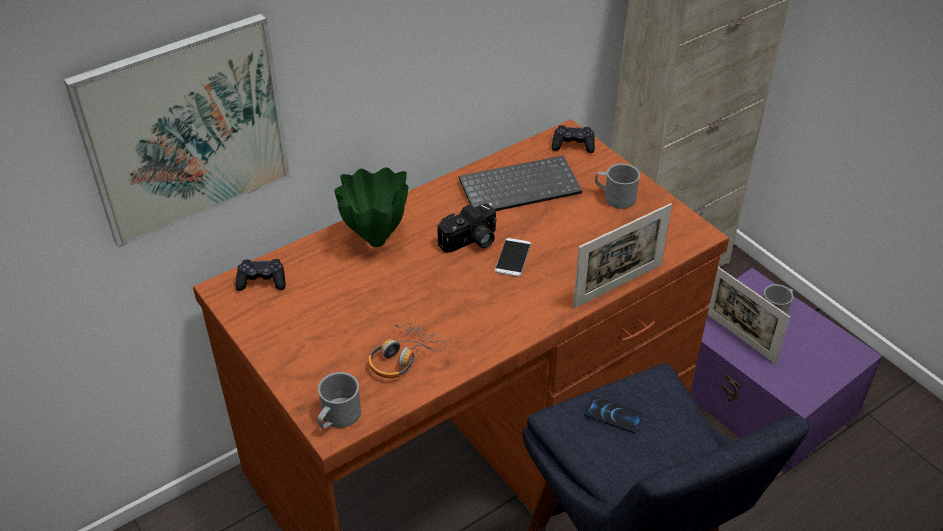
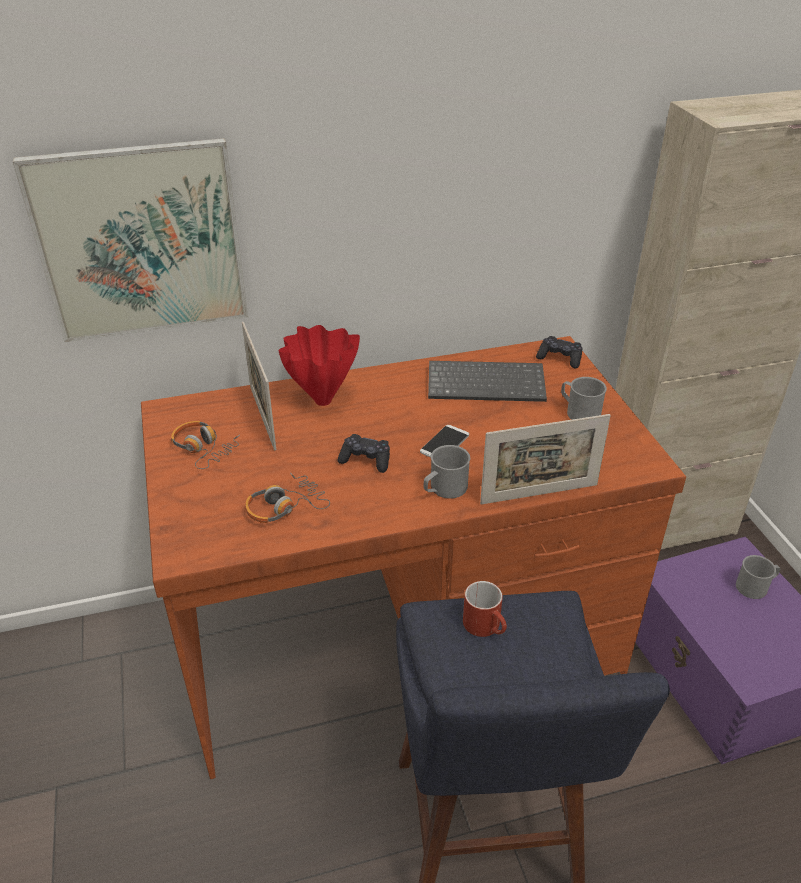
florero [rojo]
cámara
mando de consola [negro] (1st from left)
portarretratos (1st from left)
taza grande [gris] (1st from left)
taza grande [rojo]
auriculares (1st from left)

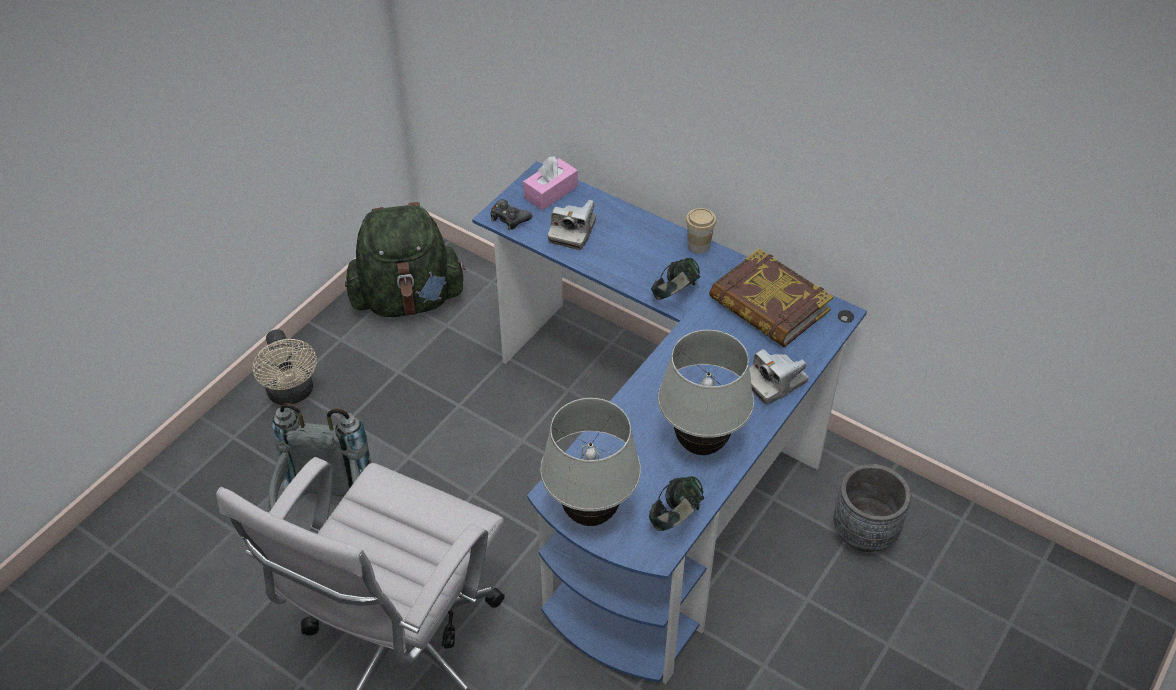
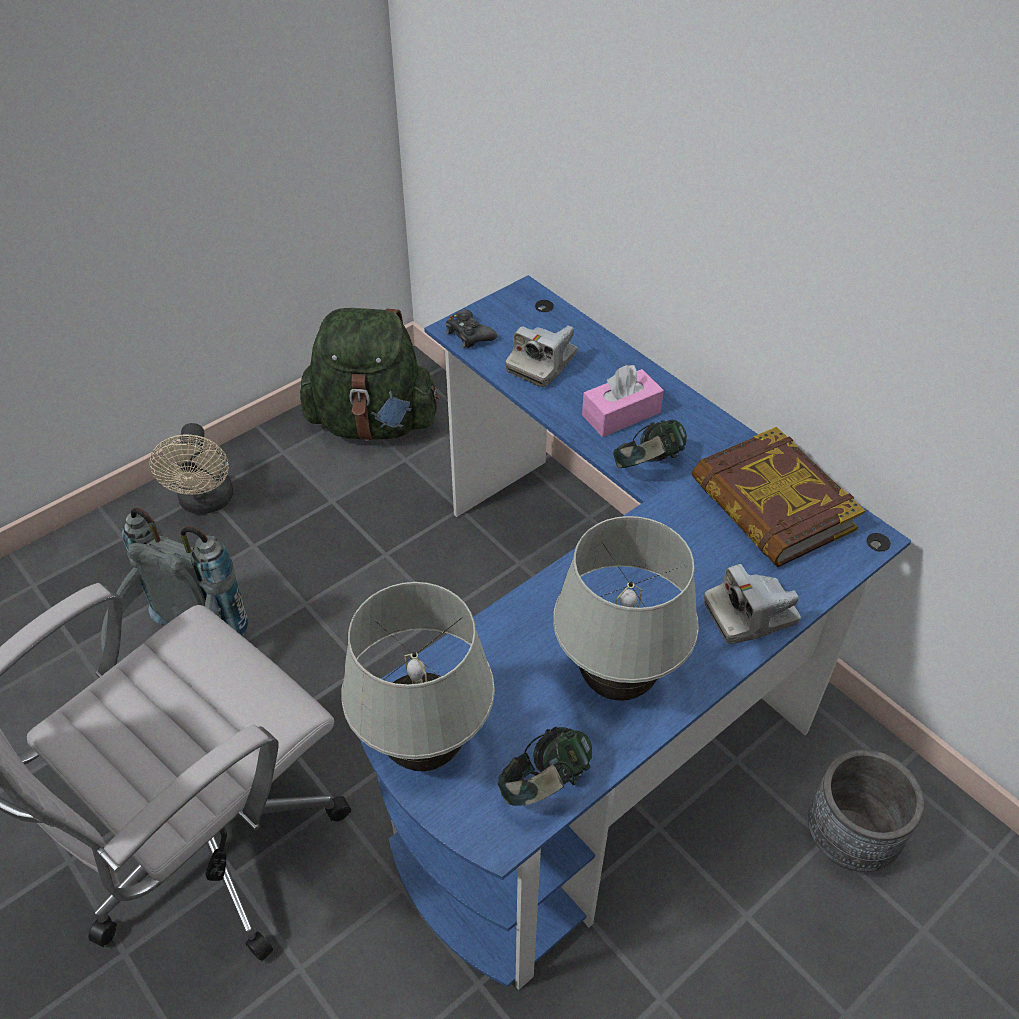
caja de pañuelos [rosa]
taza

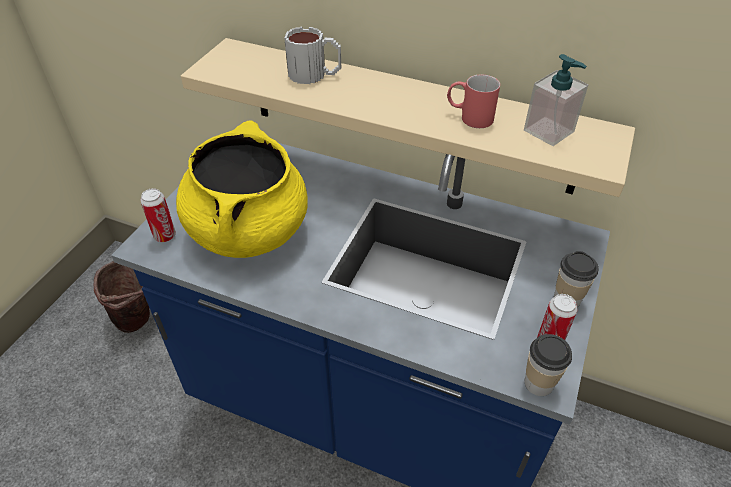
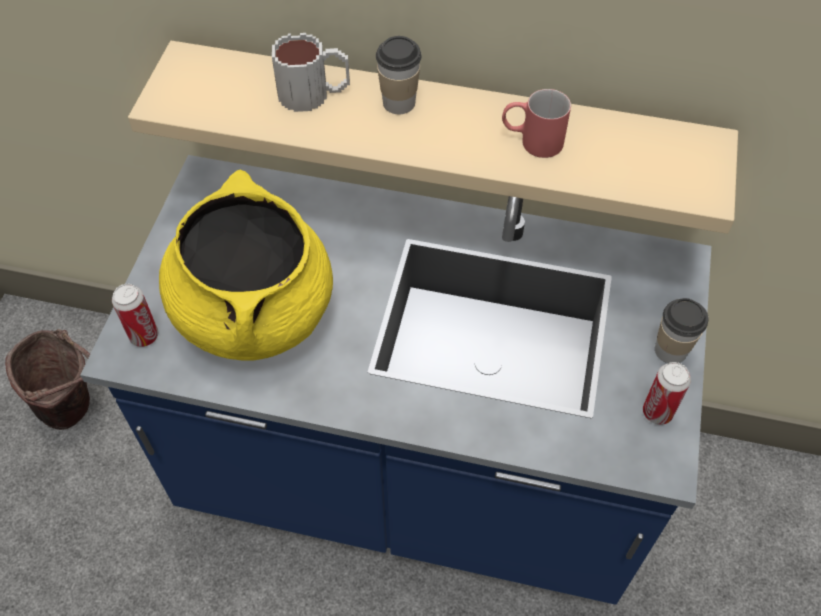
dispensador de jabón
taza (1st from left)

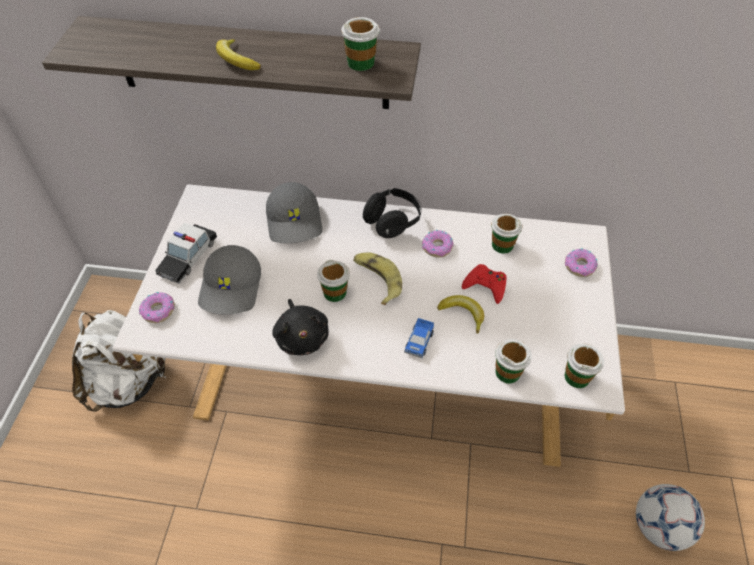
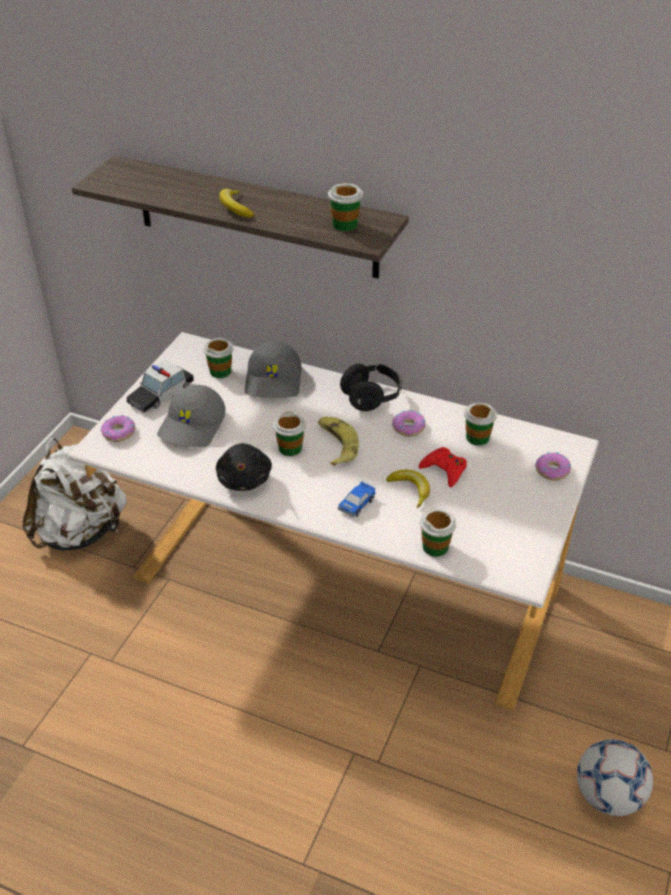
taza (1st from left)

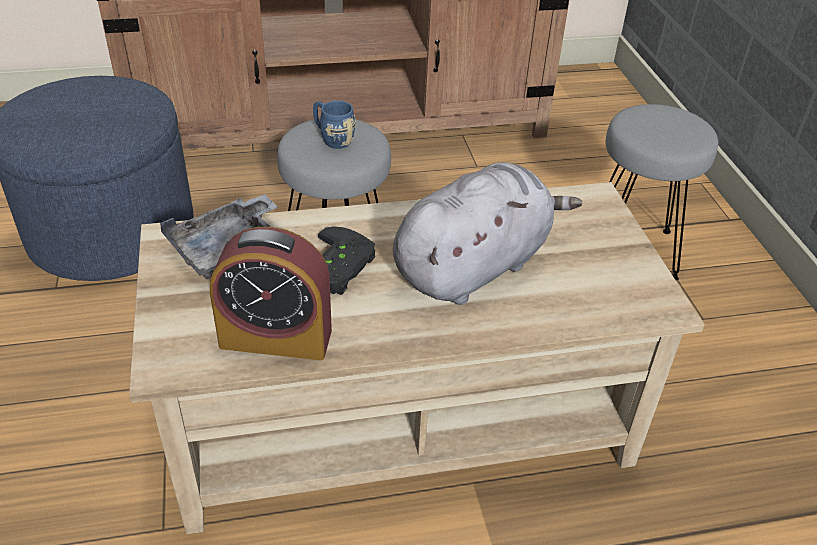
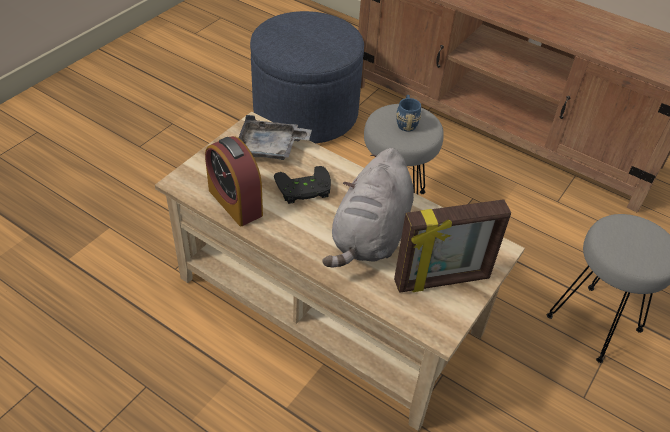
peluche [gris]
portarretratos

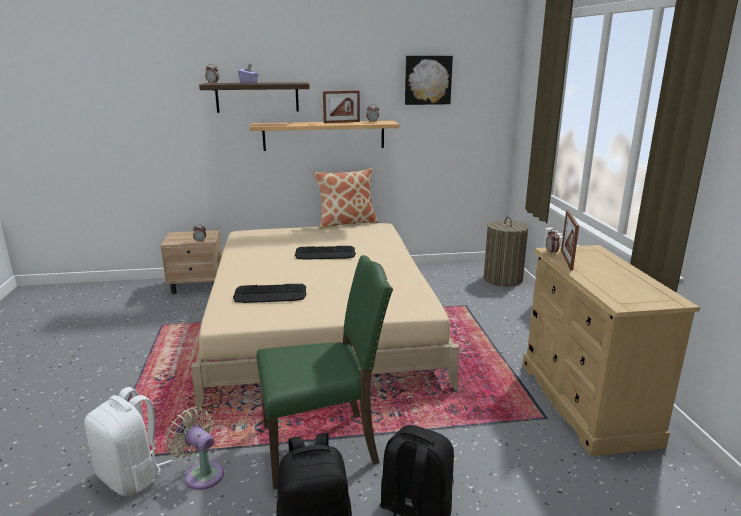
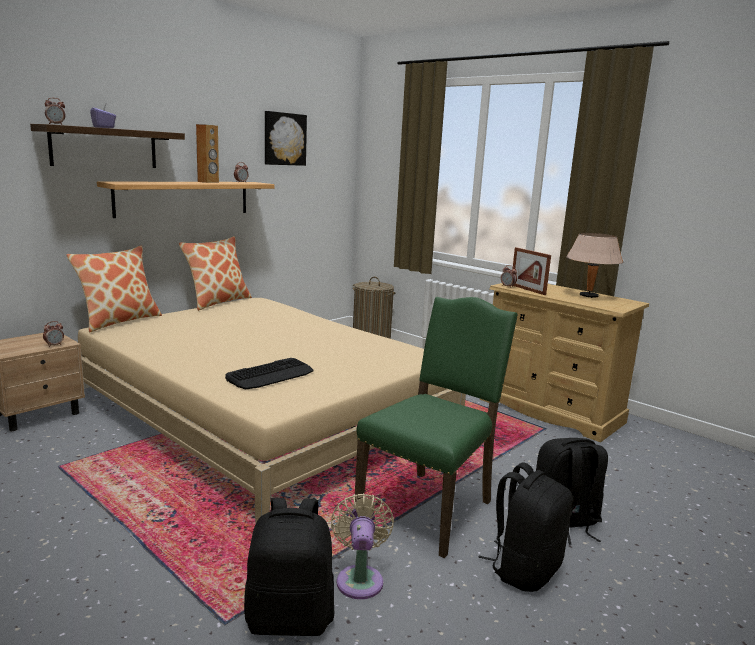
altavoz [marrón]
teclado (2nd from left in the first image)
mochila [negro] (1st from left)
ventilador [beis]
lámpara de mesa [beis]
cojín (1st from left)

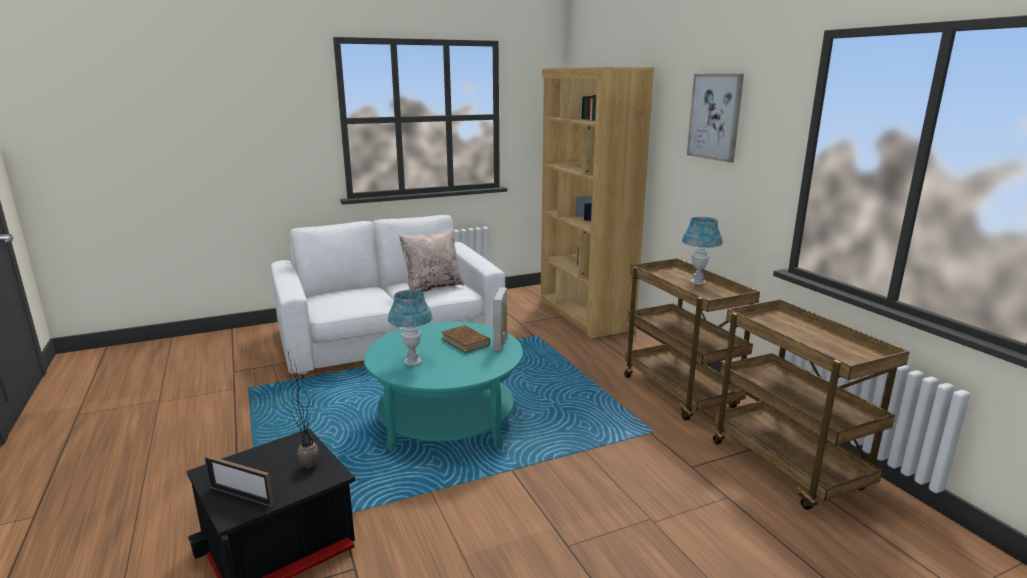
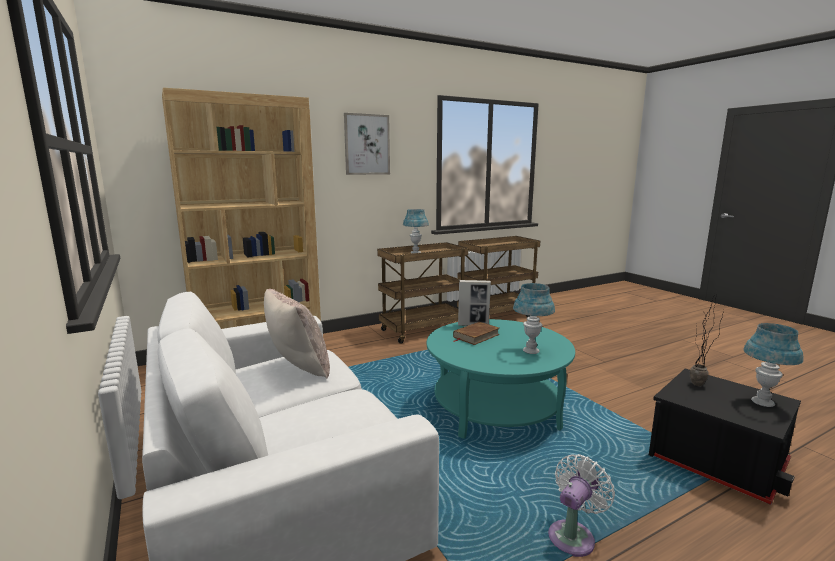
lámpara de mesa [azul] (3rd from left)
ventilador [blanco]

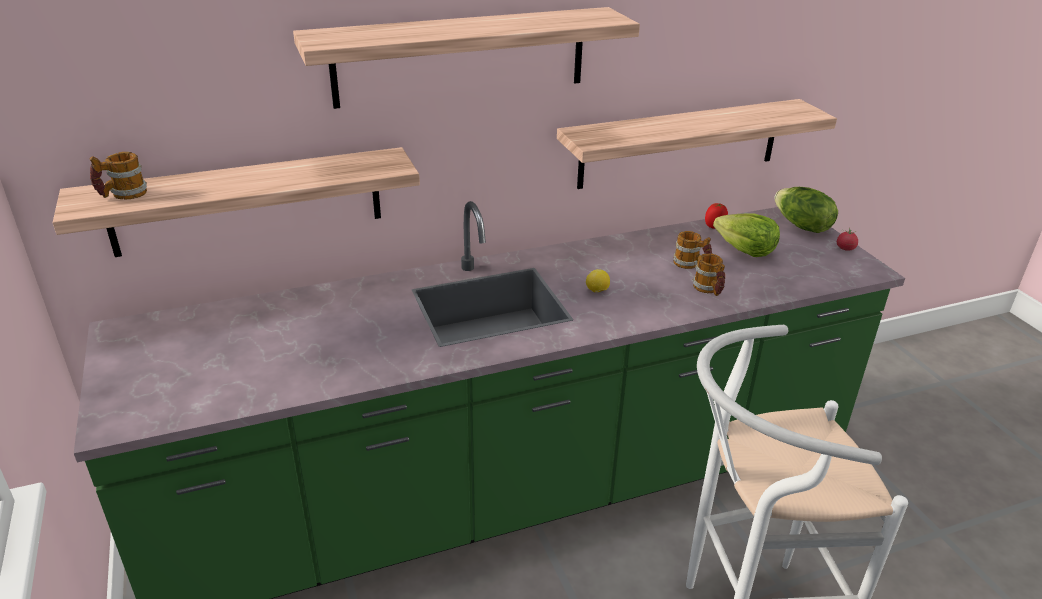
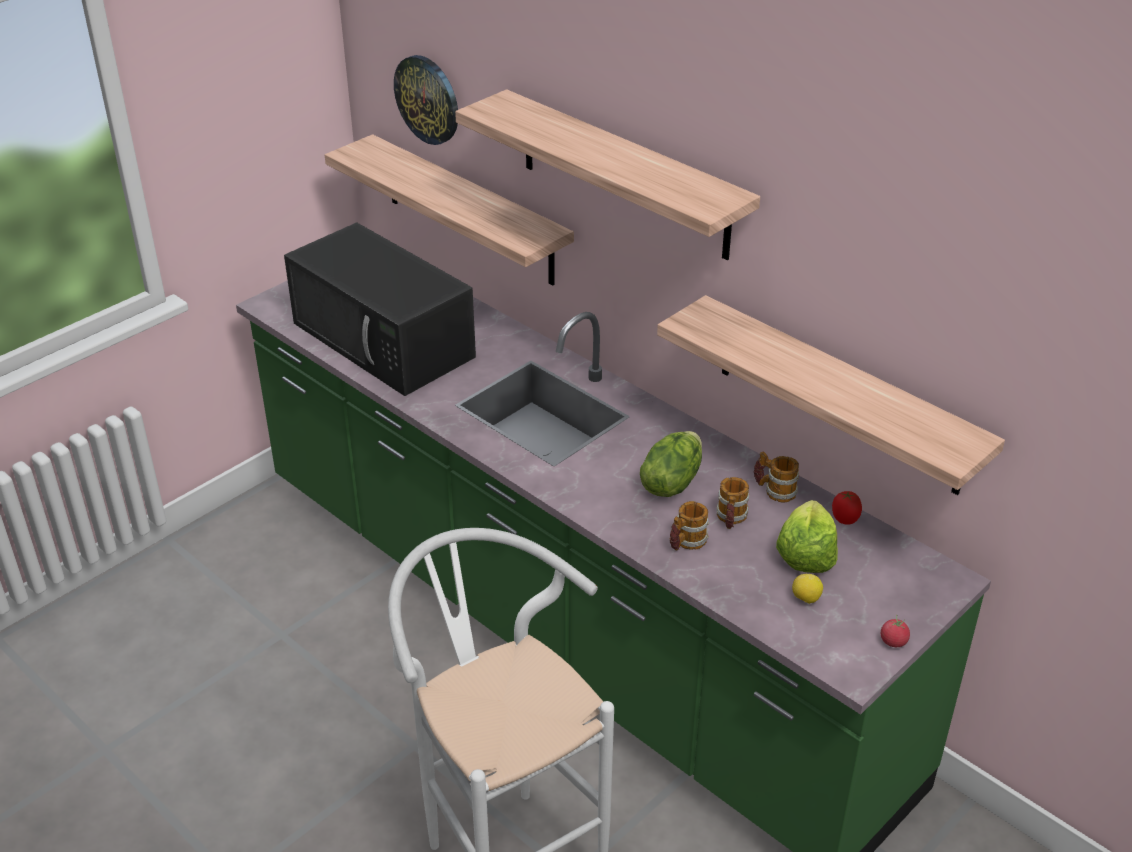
taza grande (3rd from left)
lechuga (1st from left)
limón
reloj de pared
microondas [negro]

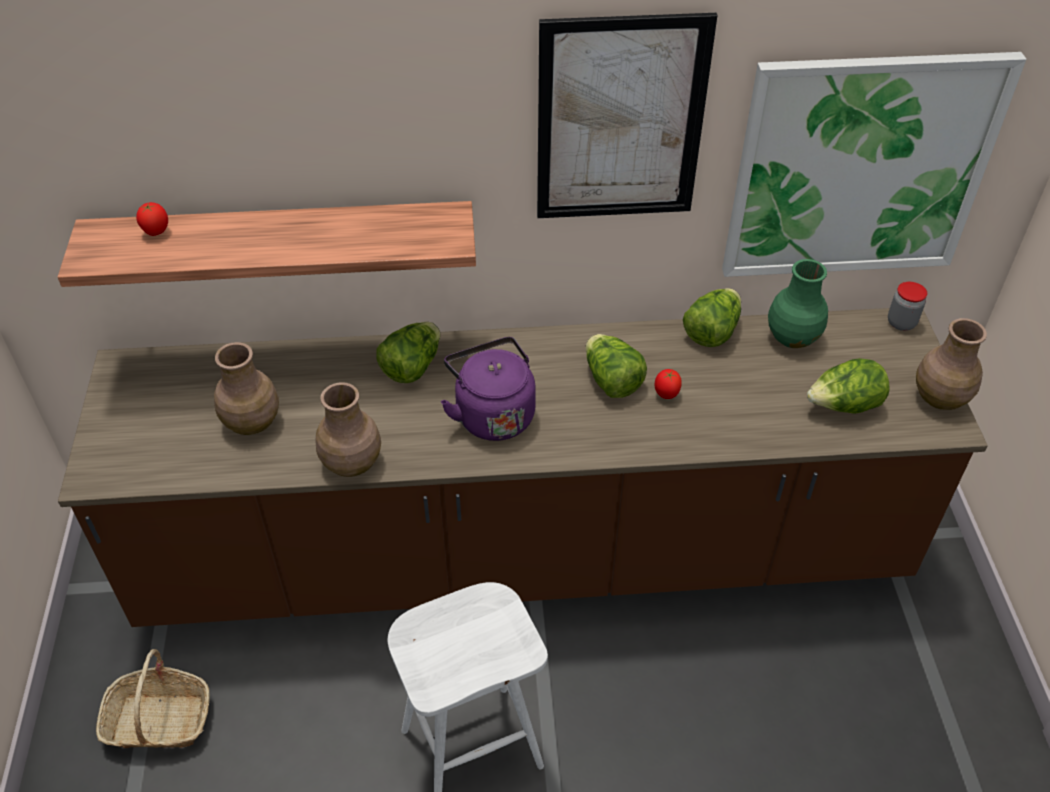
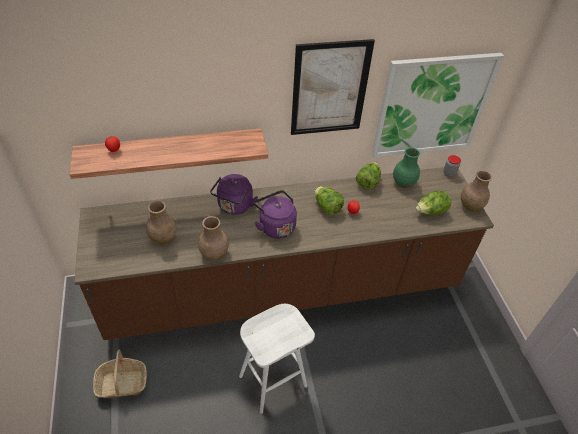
hervidor [morado] (1st from left)

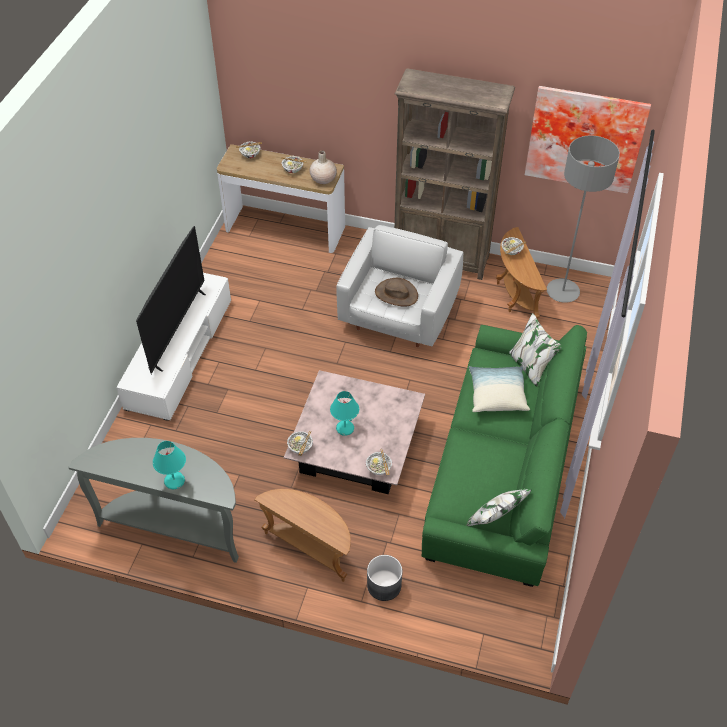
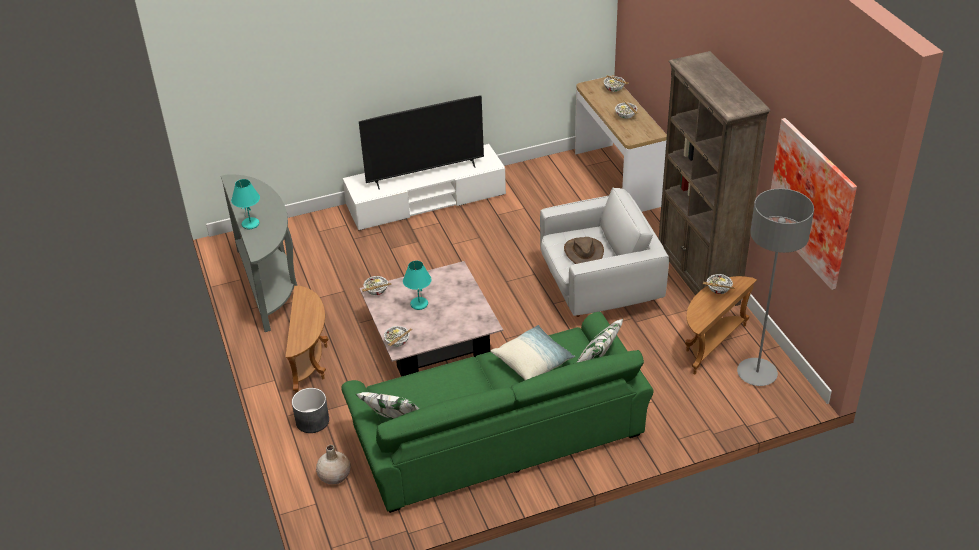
florero [beis]

